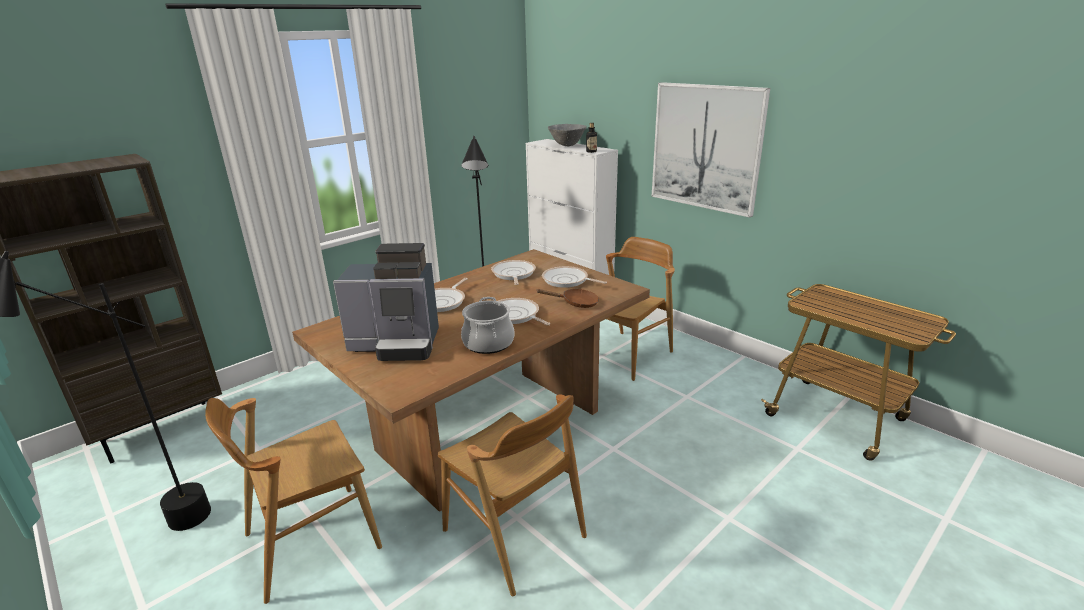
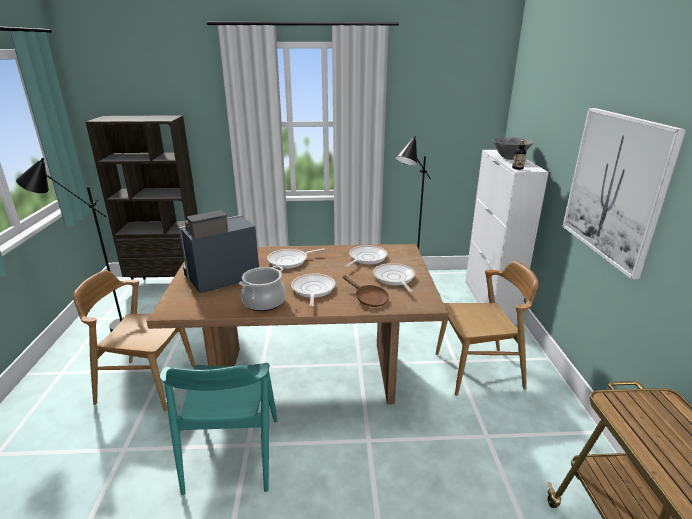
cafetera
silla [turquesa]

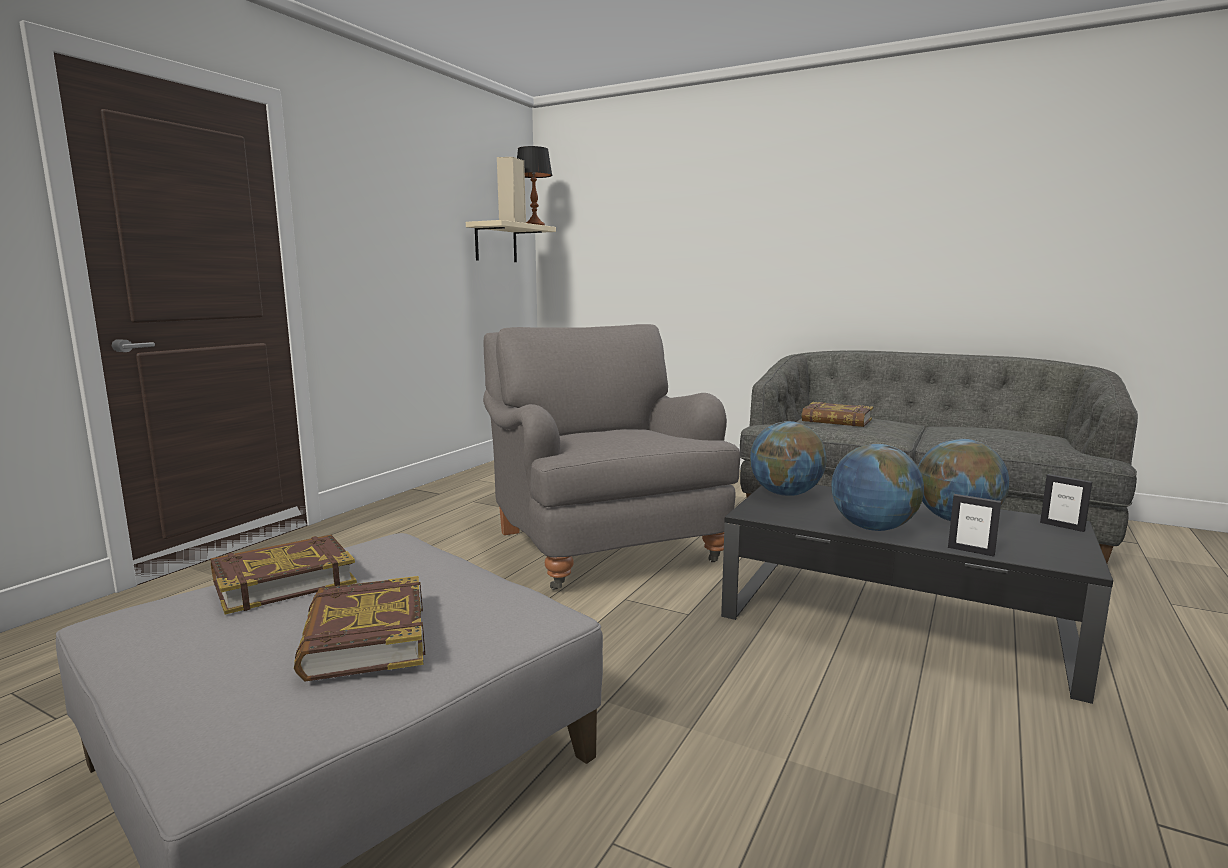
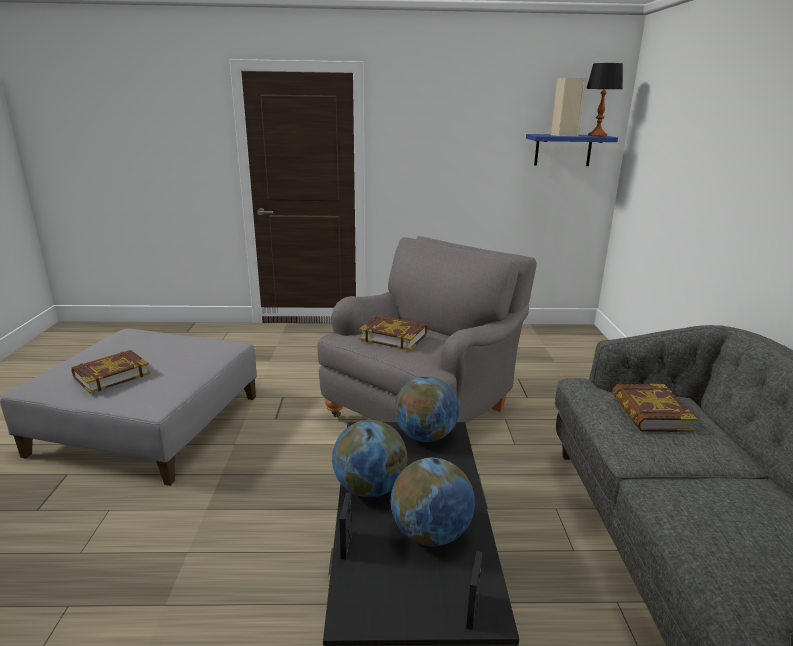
estante [azul]
libro (2nd from left)

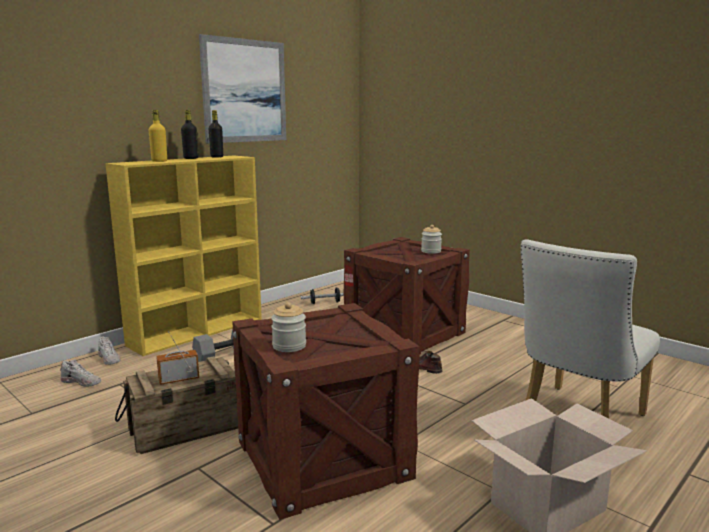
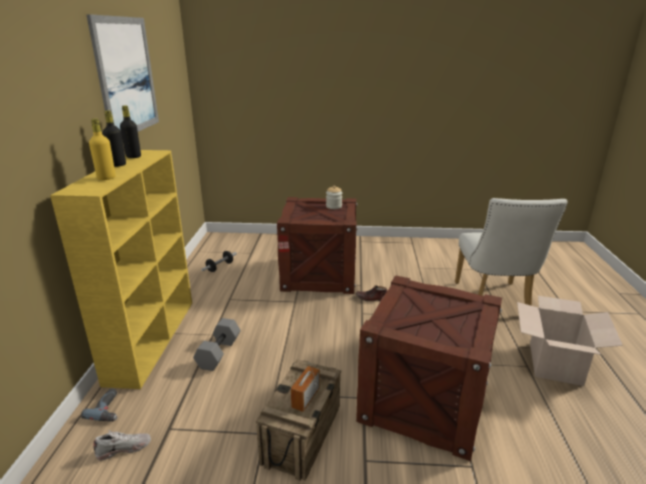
tarro (1st from left in the first image)
taladro

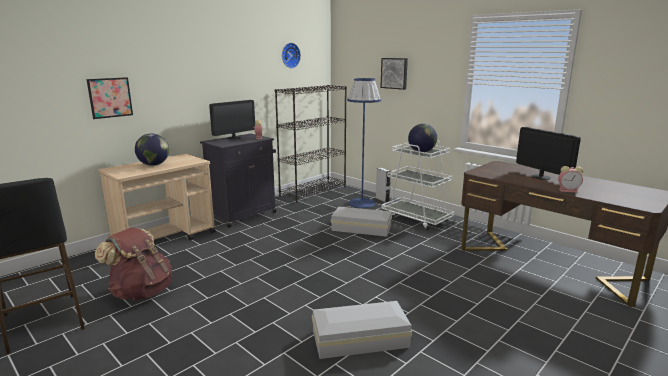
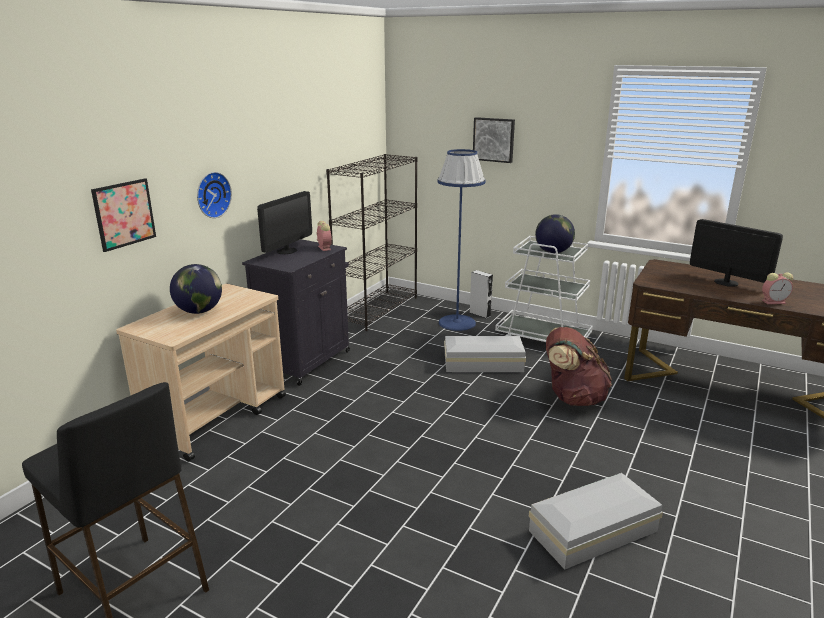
reloj de pared
mochila [marrón]

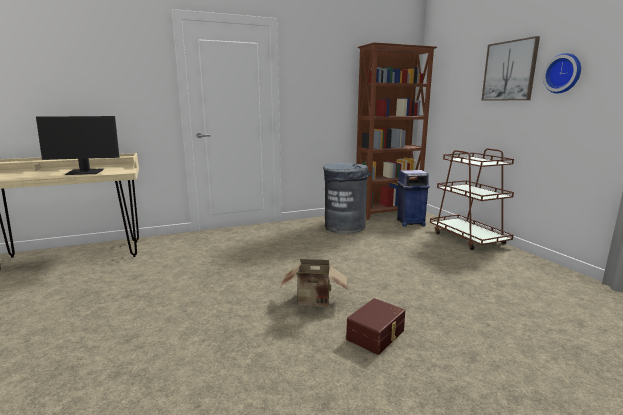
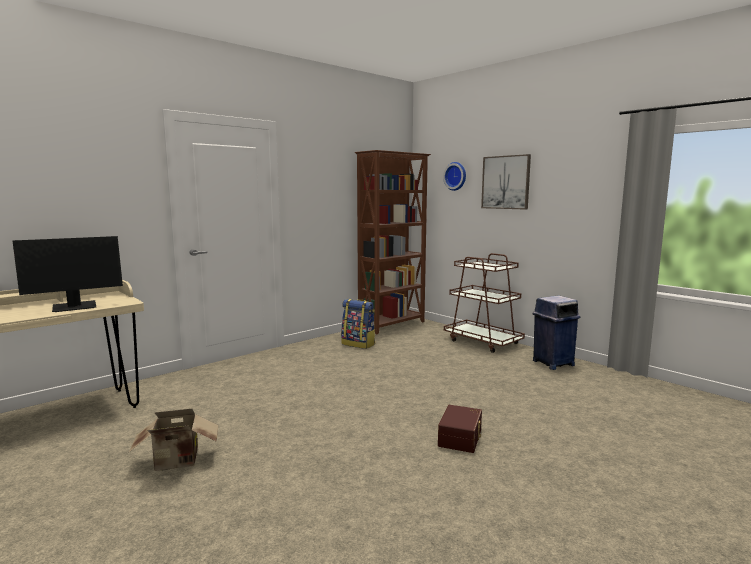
reloj de pared
mochila
papelera [azul]
caja de cartón

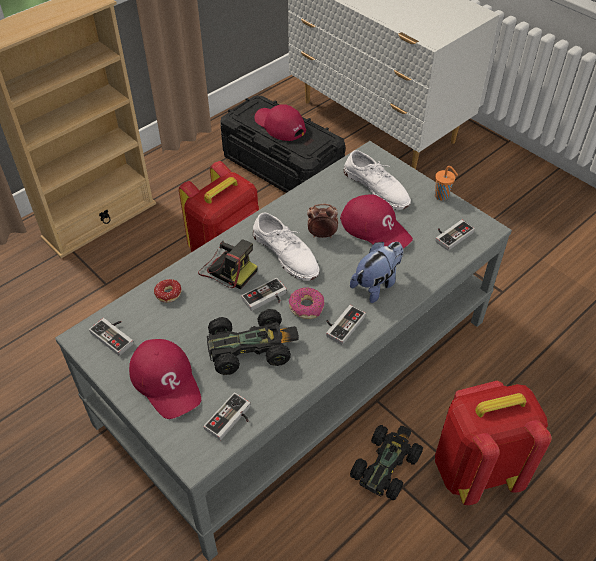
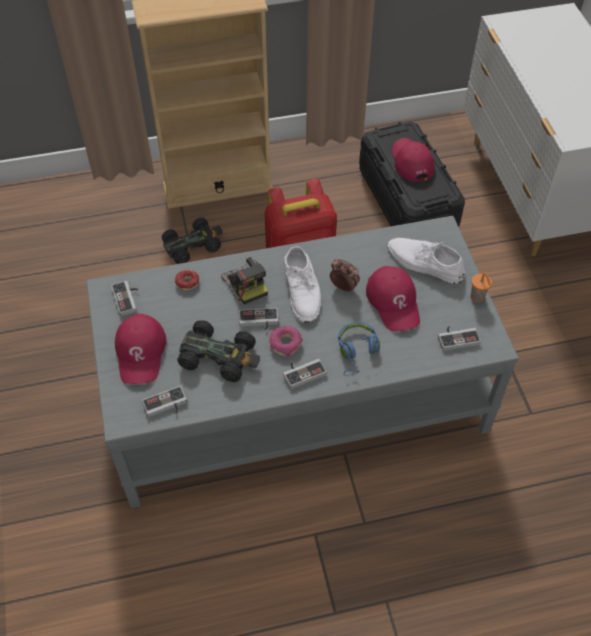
zapato [blanco] (2nd from left)
auriculares [azul]
mochila [rojo] (2nd from left in the first image)
coche de juguete [negro] (1st from left)

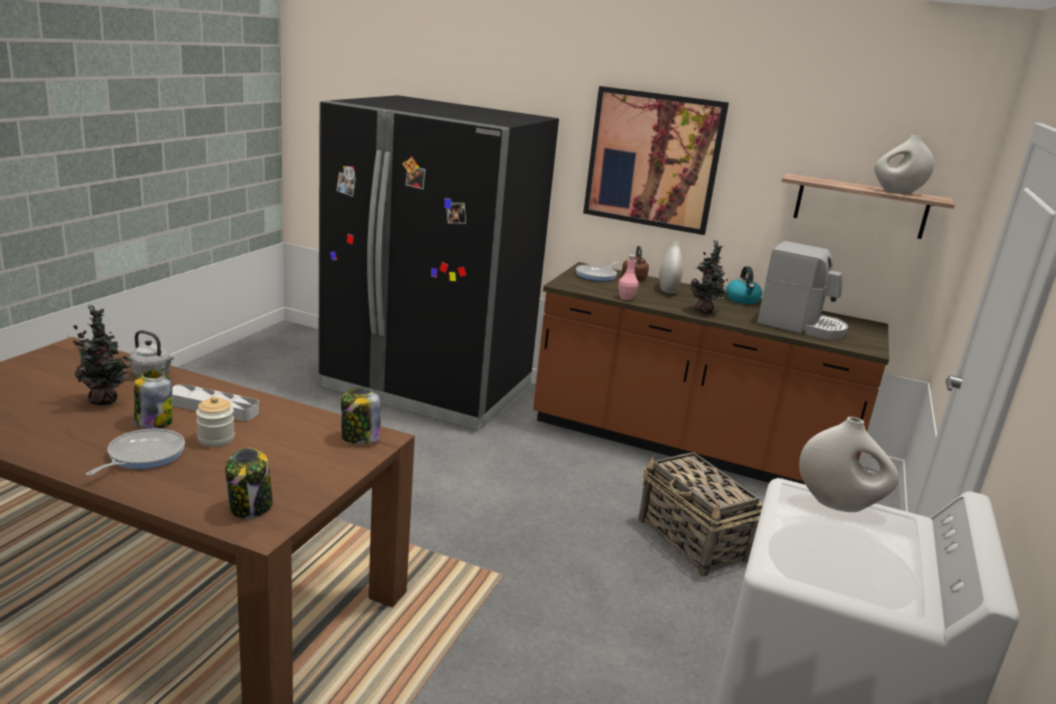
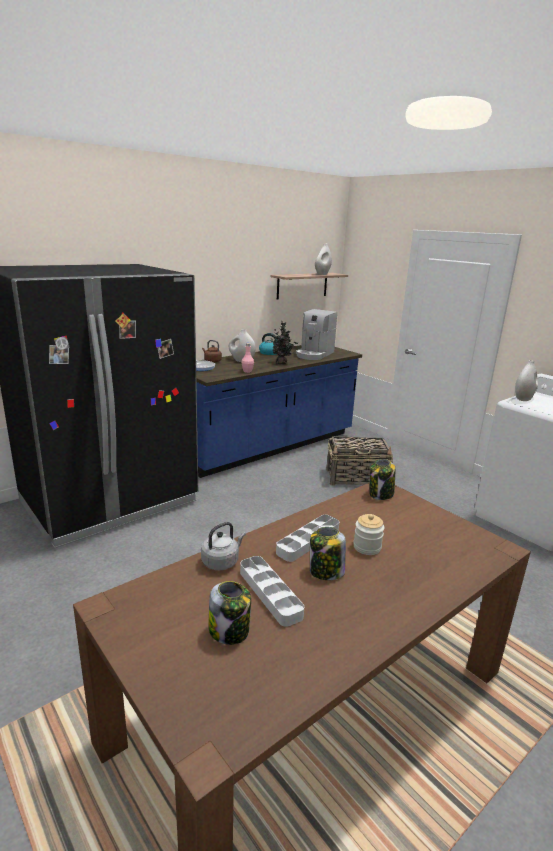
cuadro
cafetera
mueble bajo de cocina [azul]
bandeja [gris] (1st from left)
sartén (1st from left in the first image)
tarro (1st from left)

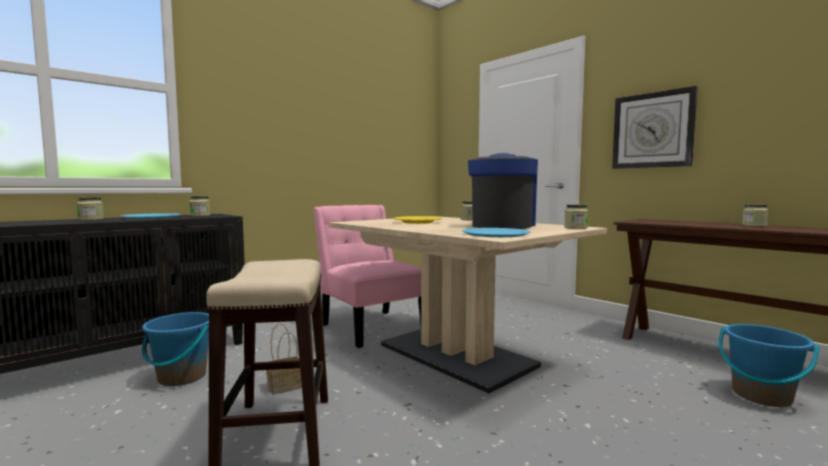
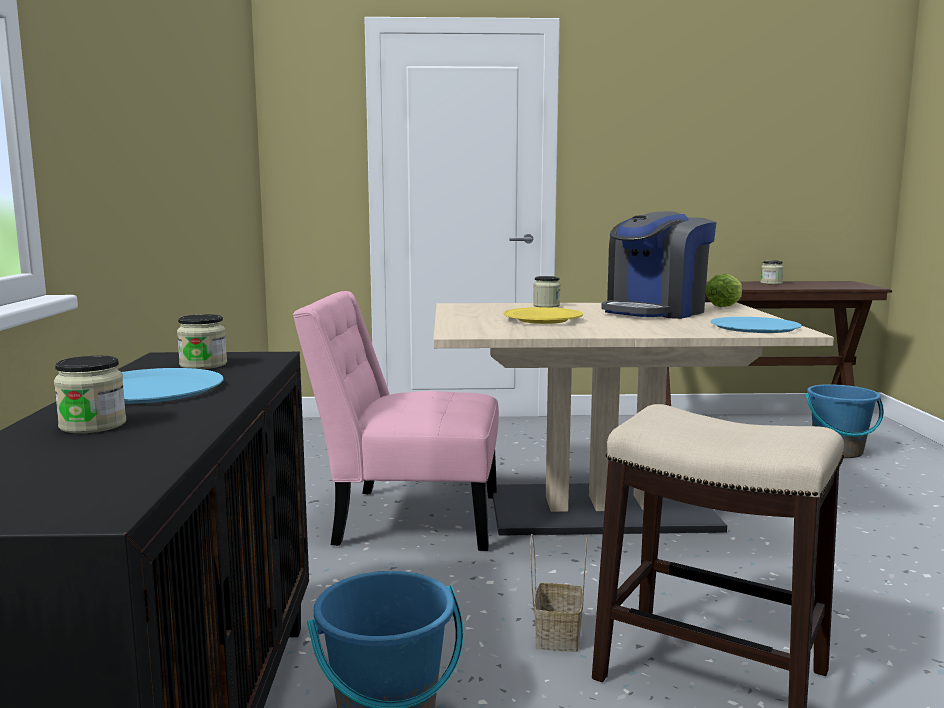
reloj de pared
cafetera
lechuga

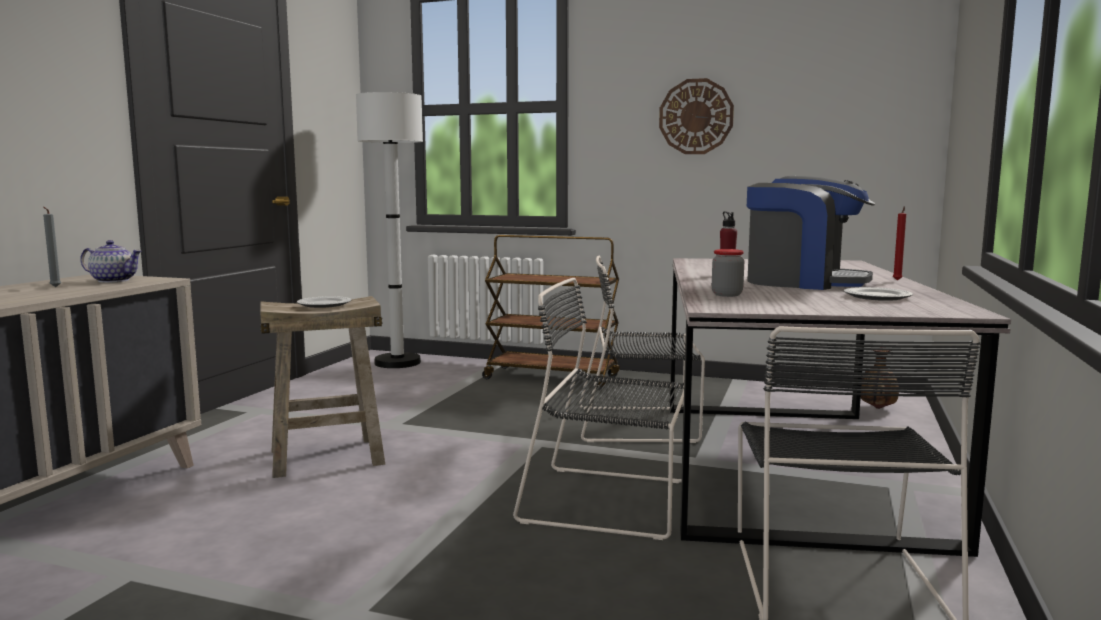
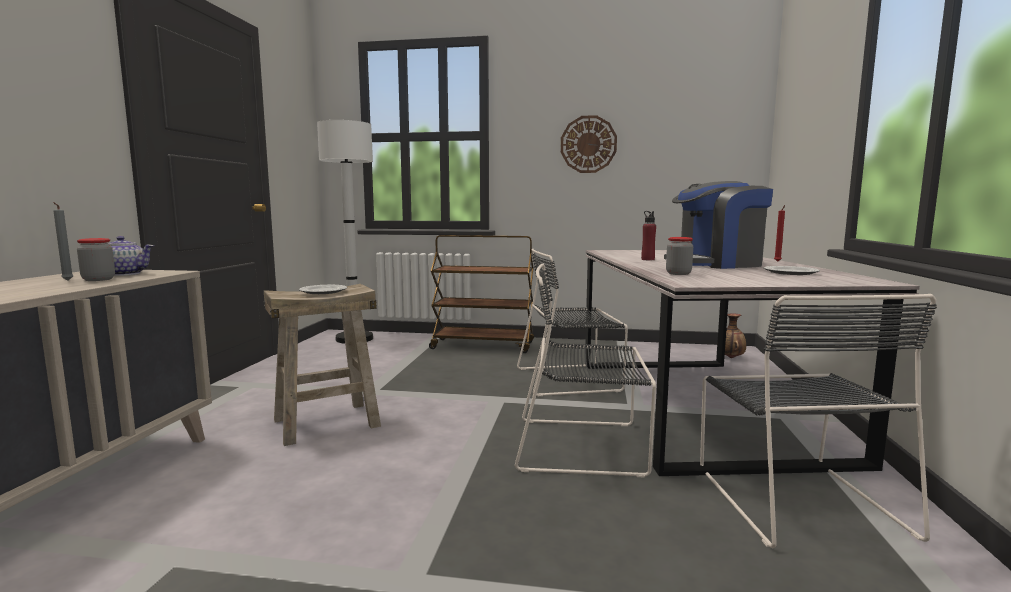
cafetera
tarro (1st from left)

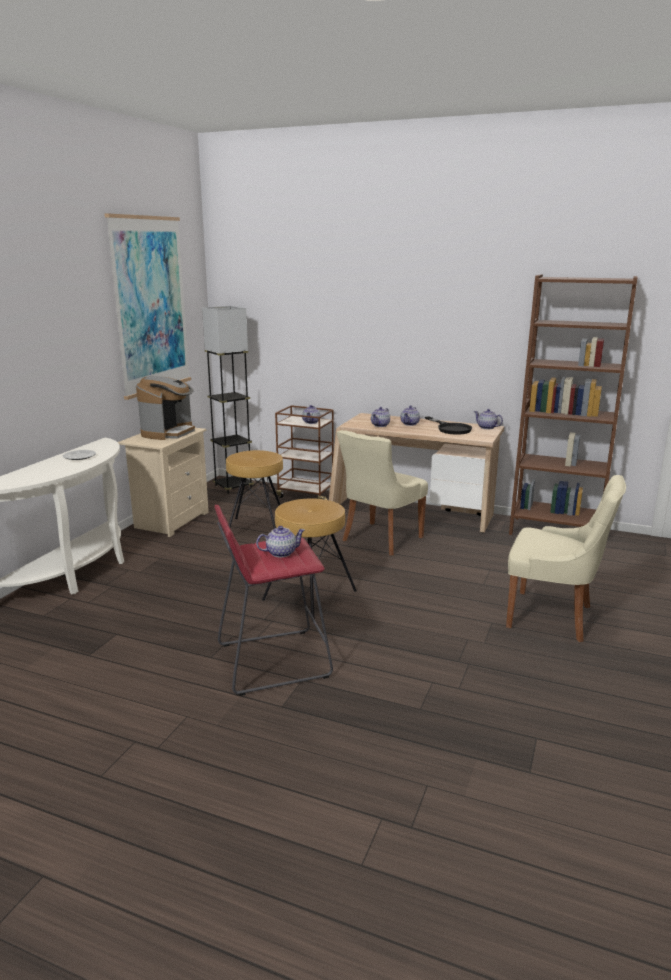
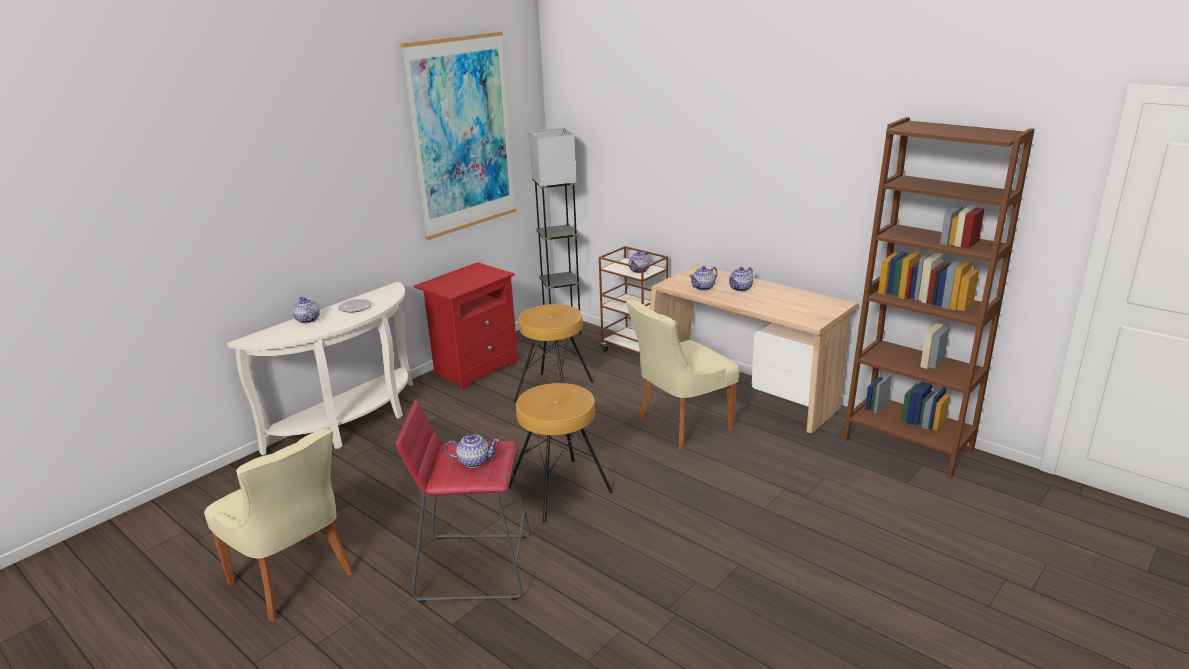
cafetera
tetera (1st from left)
sartén [negro]
mesita de noche [rojo]
silla [beis] (1st from left)

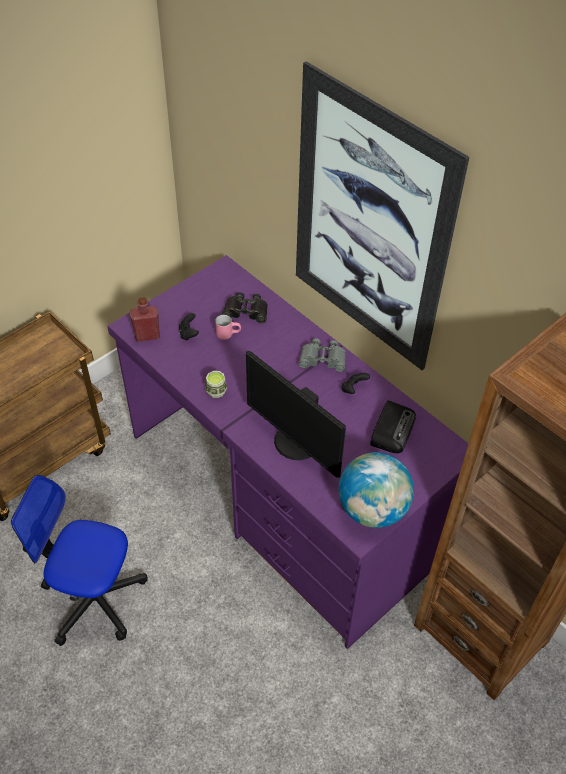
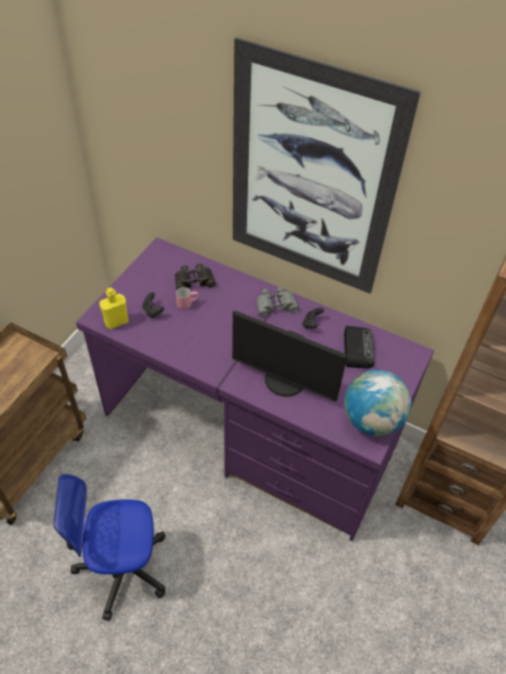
botella [amarillo]
taza

